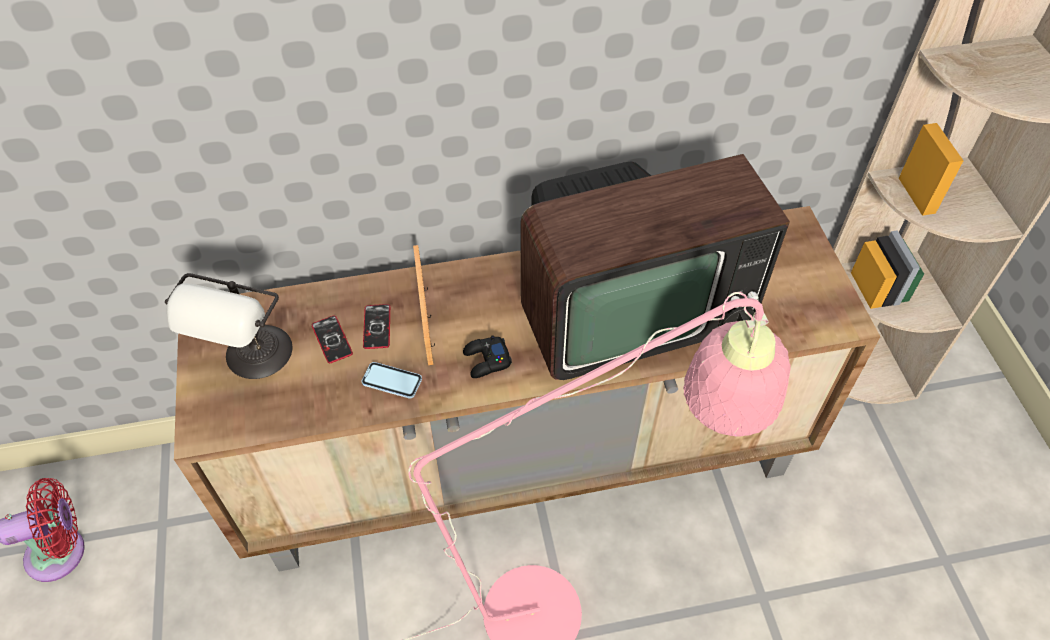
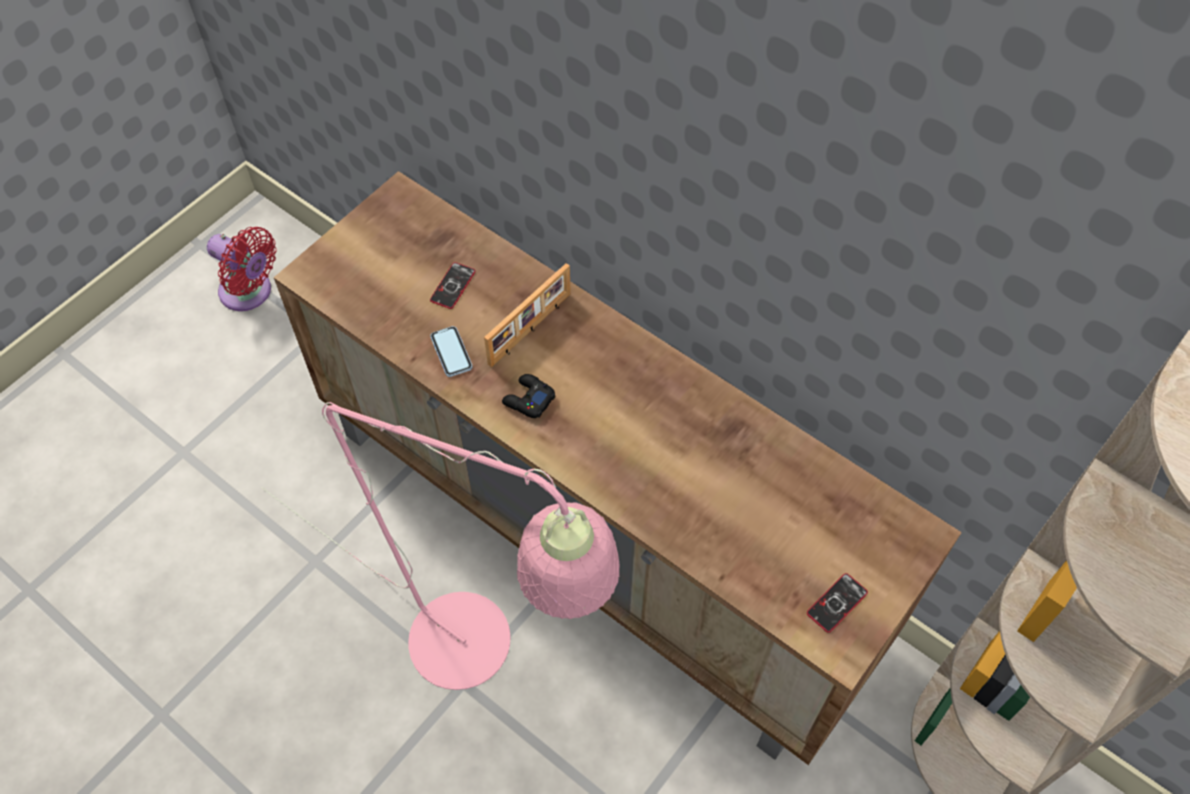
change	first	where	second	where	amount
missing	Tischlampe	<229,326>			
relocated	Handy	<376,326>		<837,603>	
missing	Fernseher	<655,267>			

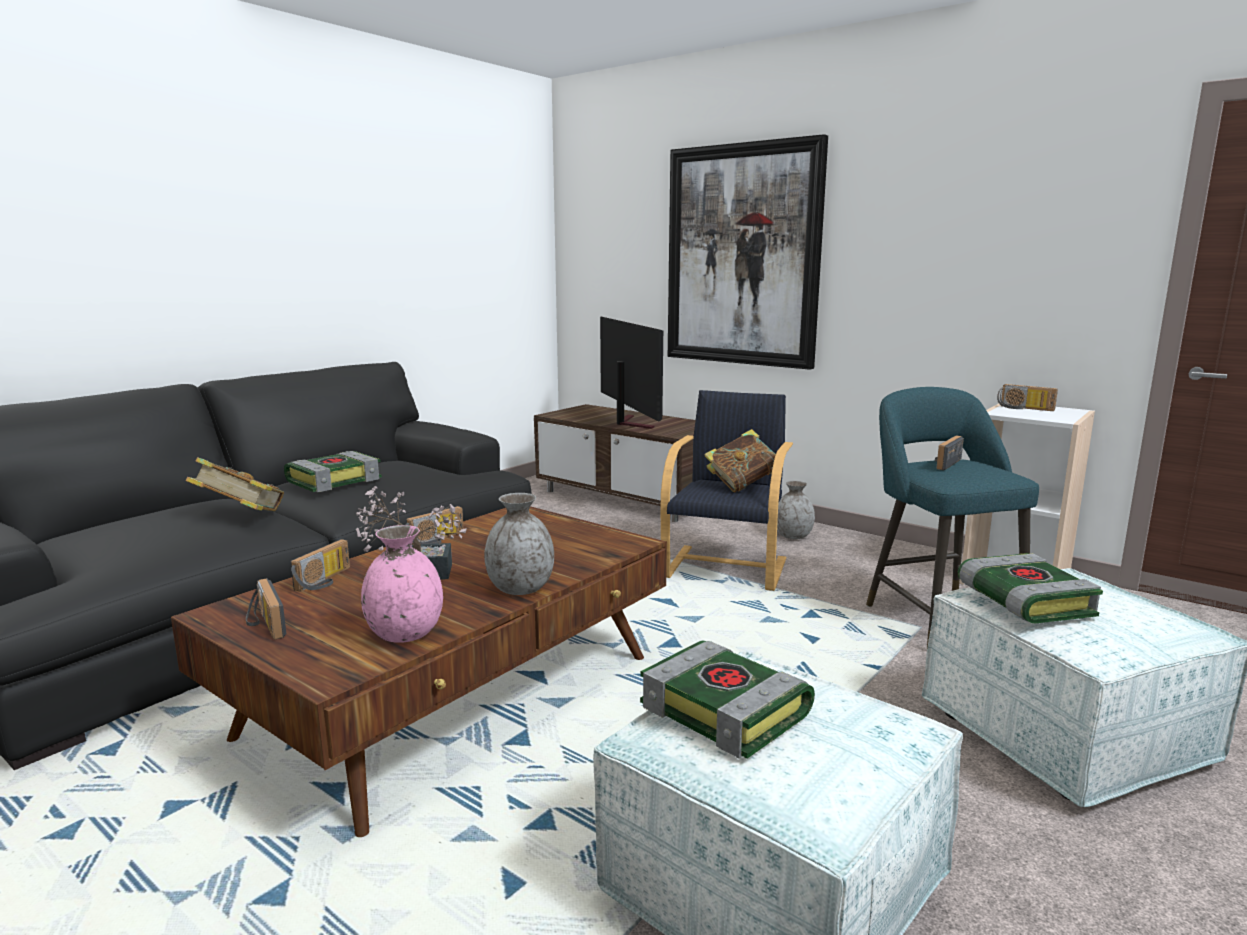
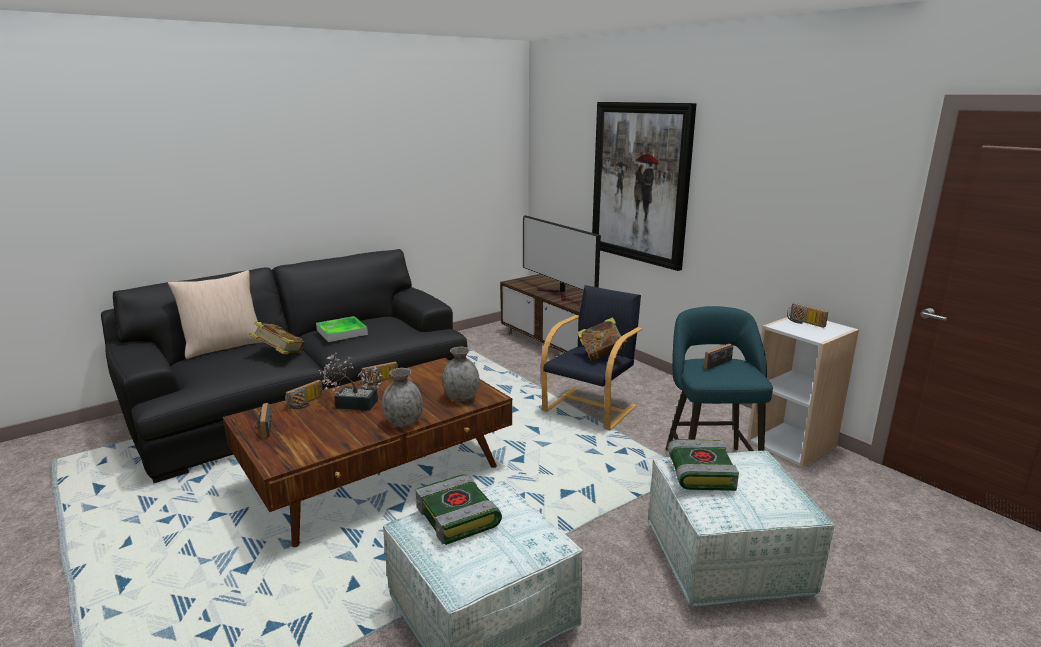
change	first	where	second	where	amount
exchanged	Buch	<333,472>	Tablett	<342,329>	
missing	Vase/rosa	<402,584>			
spun	Fernseher	<631,372>		<562,258>	150 degrees clockwise
relocated	Vase/grau	<796,510>		<461,374>	
appeared			Kissen/beige	<216,314>	

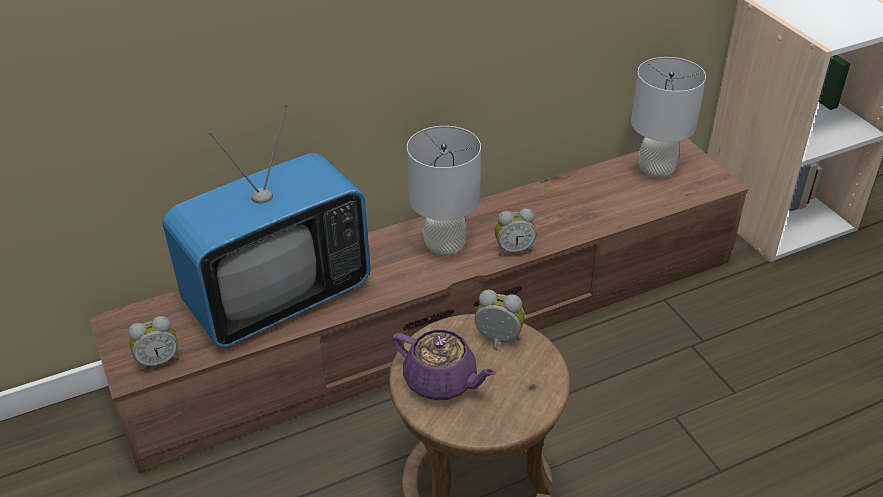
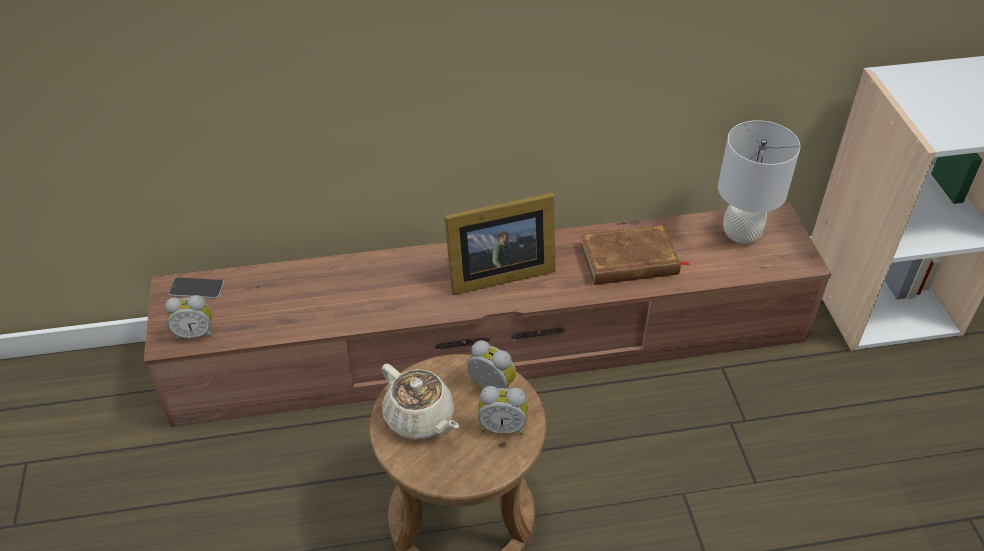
change	first	where	second	where	amount
missing	Fernseher	<266,226>			
colour	Teekanne/lila	<444,365>	Teekanne/beige	<420,402>	
exchanged	Tischlampe/grau	<444,191>	Bilderrahmen	<500,244>	
relocated	Wecker	<516,232>		<503,410>	
appeared			Handy	<196,288>	
appeared			Buch/braun	<635,255>	

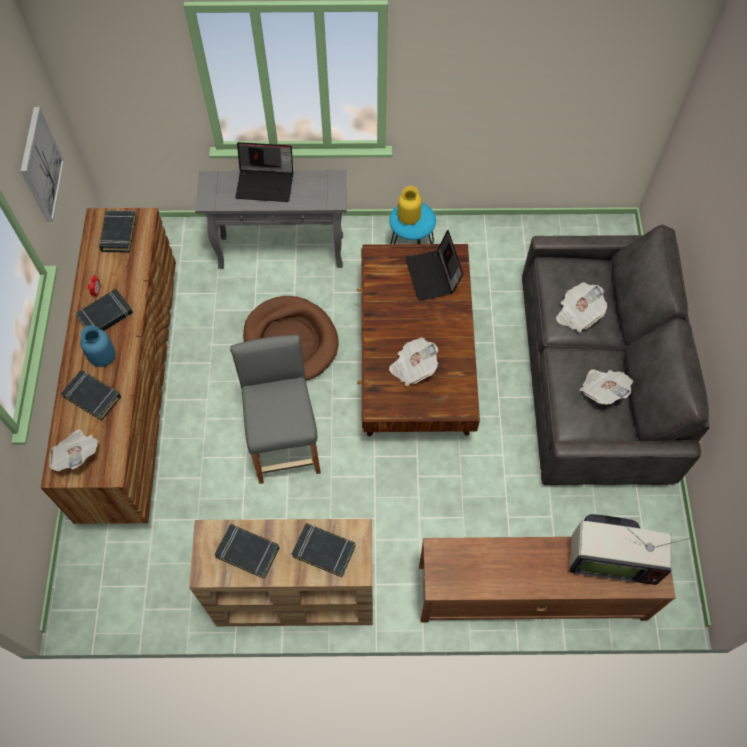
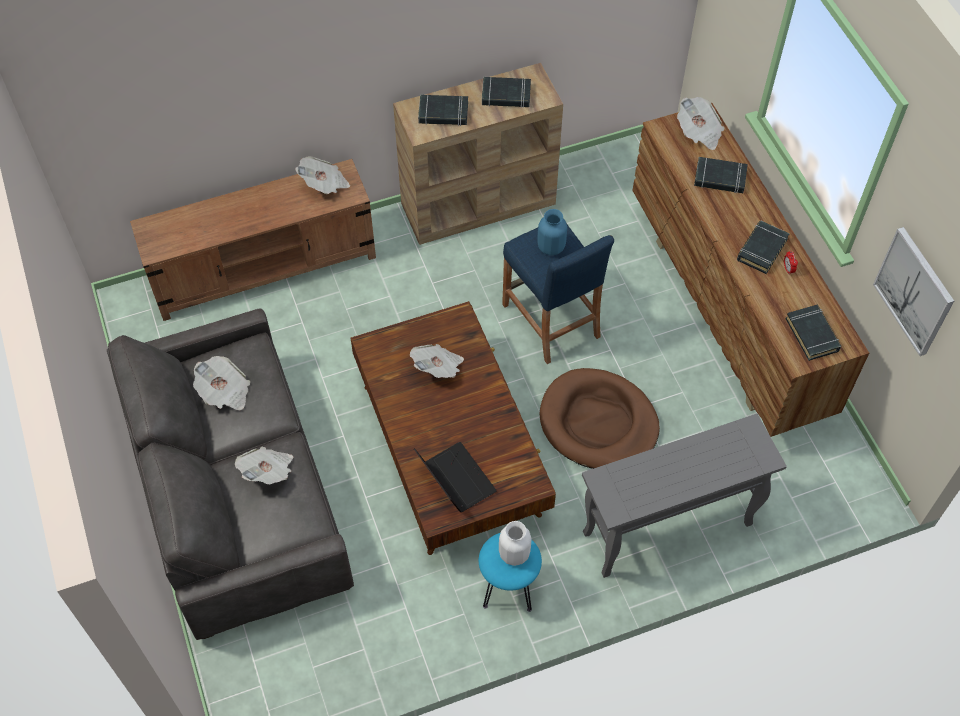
change	first	where	second	where	amount
relocated	Vase/blau	<98,346>		<552,232>	
colour	Hocker/grau	<275,409>	Hocker/blau	<558,293>	
missing	Laptop	<264,172>			
colour	Vase/gelb	<410,205>	Vase/weiß	<515,543>	
missing	Fernseher	<630,549>			
appeared			Zeitung	<322,175>	

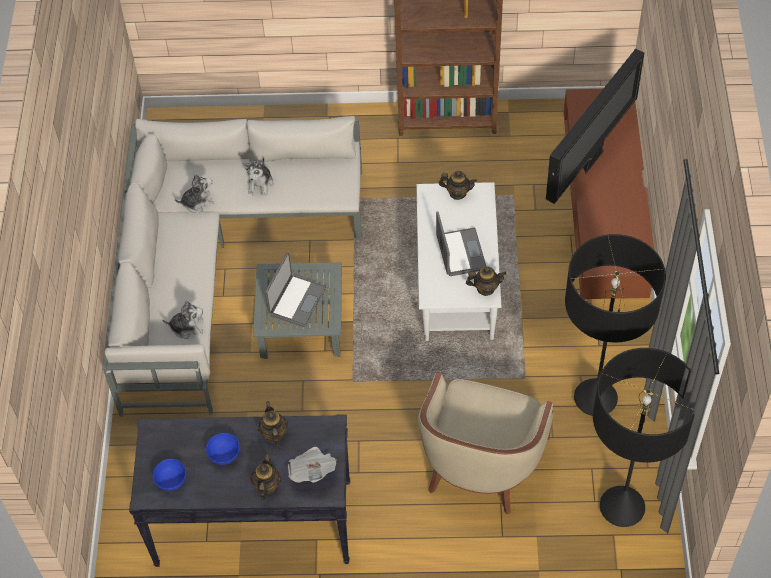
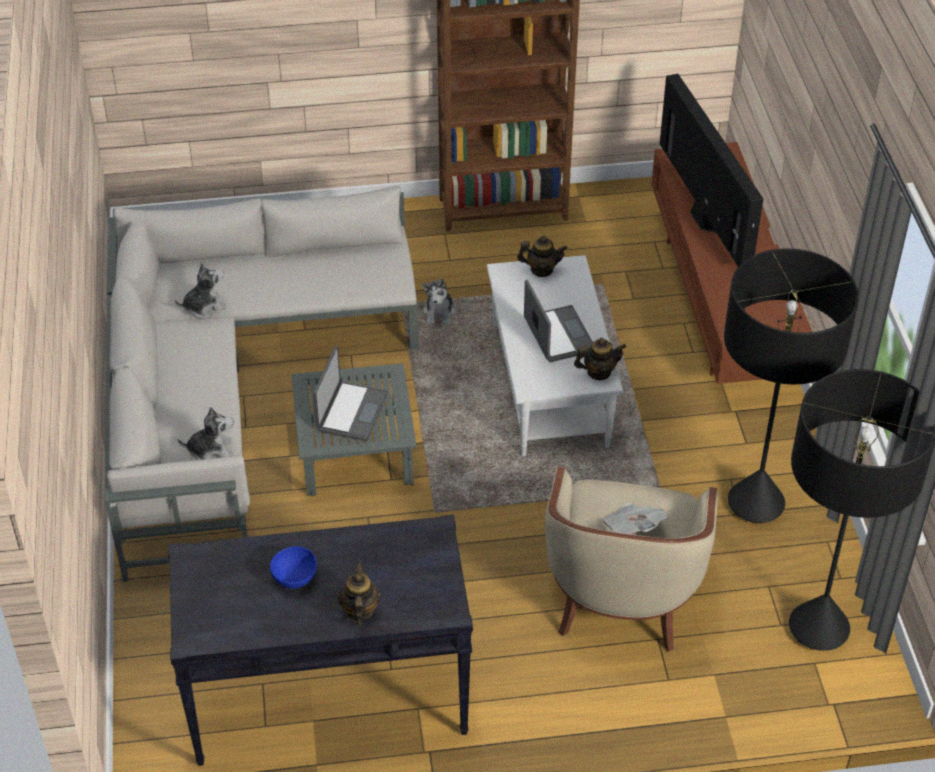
change	first	where	second	where	amount
missing	Schüssel/blau	<170,475>			
relocated	Plüschtier	<258,176>		<439,302>	
missing	Teekanne	<273,423>			
relocated	Zeitung	<312,465>		<634,518>	
spun	Fernseher	<595,126>		<711,170>	45 degrees counterclockwise

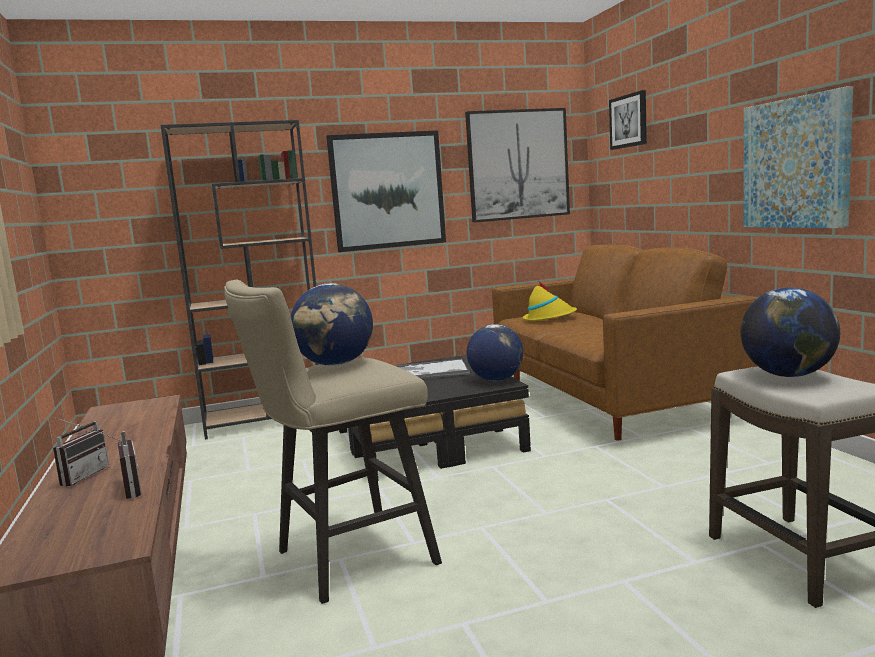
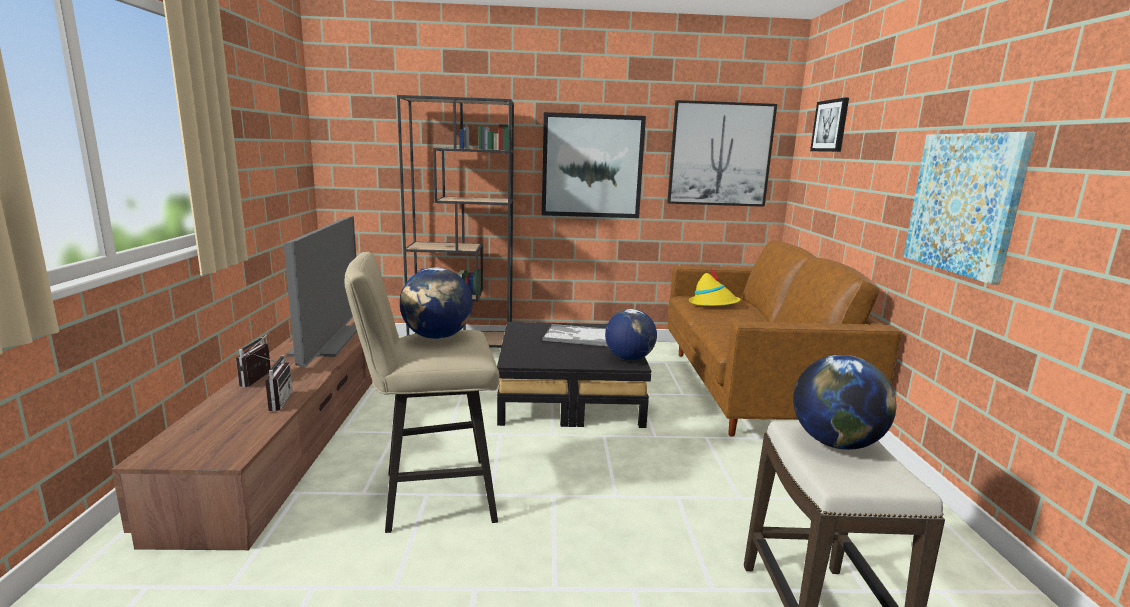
change	first	where	second	where	amount
spun	Radio	<81,452>		<253,360>	150 degrees clockwise
appeared			Fernseher	<320,292>	

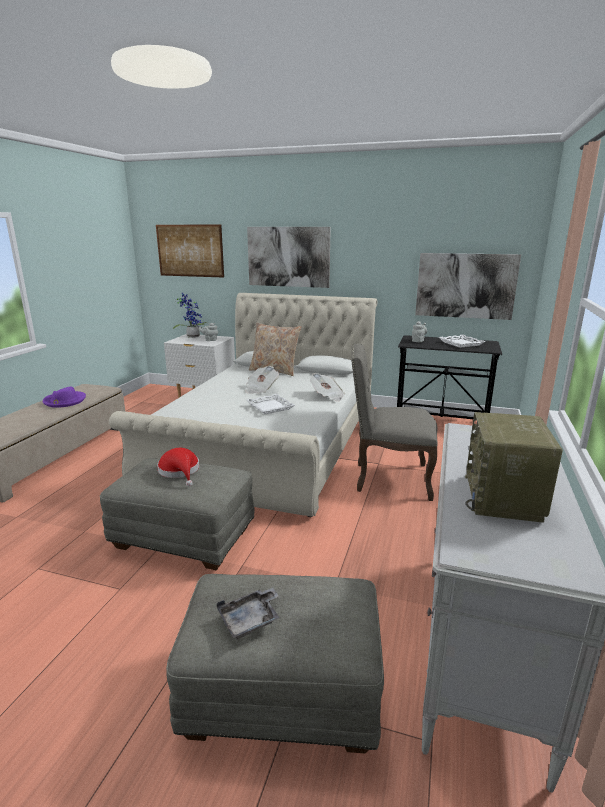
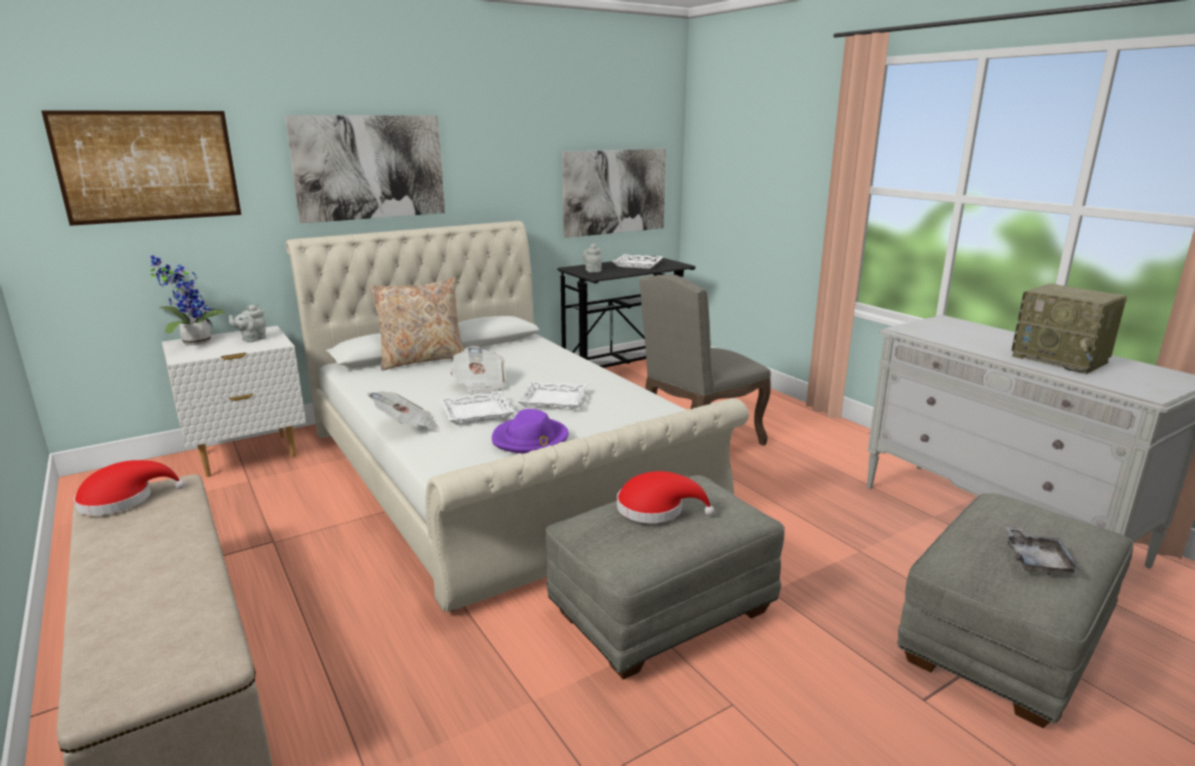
change	first	where	second	where	amount
relocated	Hut/lila	<64,397>		<530,431>	
relocated	Zeitung	<327,387>		<403,410>	
appeared			Hut/rot	<129,488>	
appeared			Tablett/weiß	<477,408>	

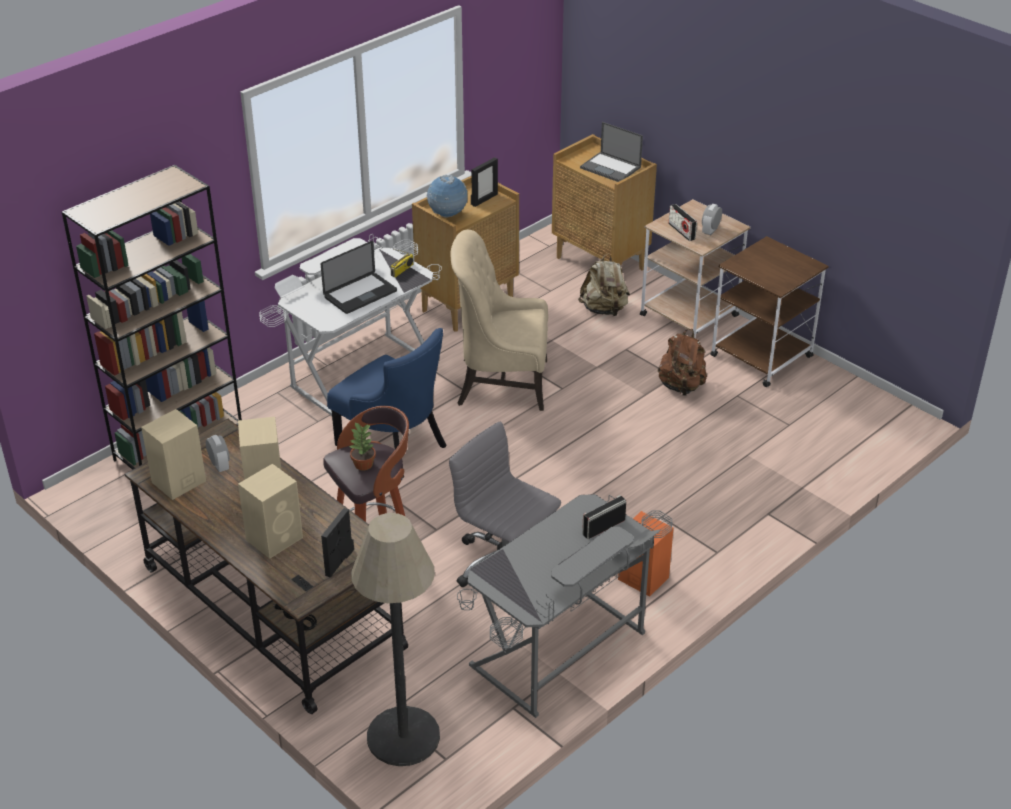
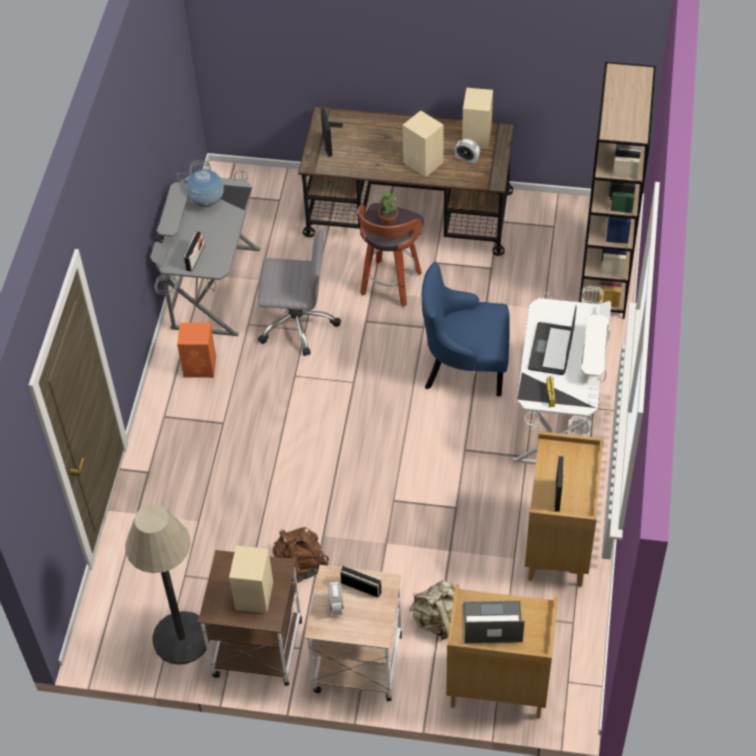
change	first	where	second	where	amount
relocated	Lautsprecher/beige	<270,511>		<251,579>	
relocated	Stehlampe	<395,639>		<167,584>	
relocated	Globus	<447,196>		<205,188>	
missing	Stuhl/beige	<499,320>			

